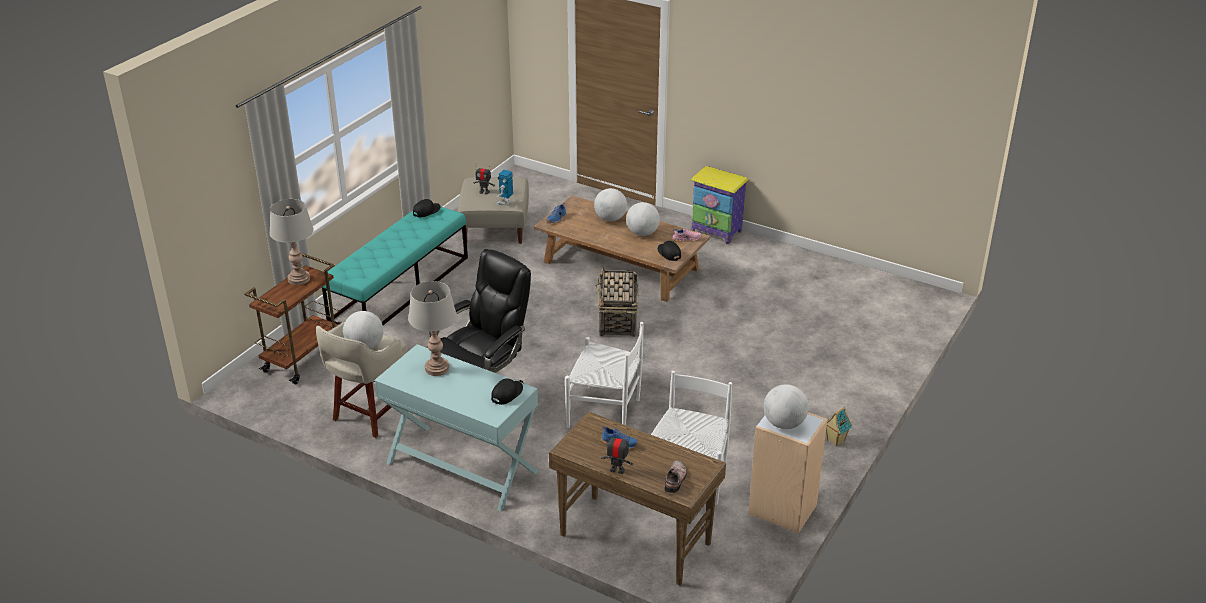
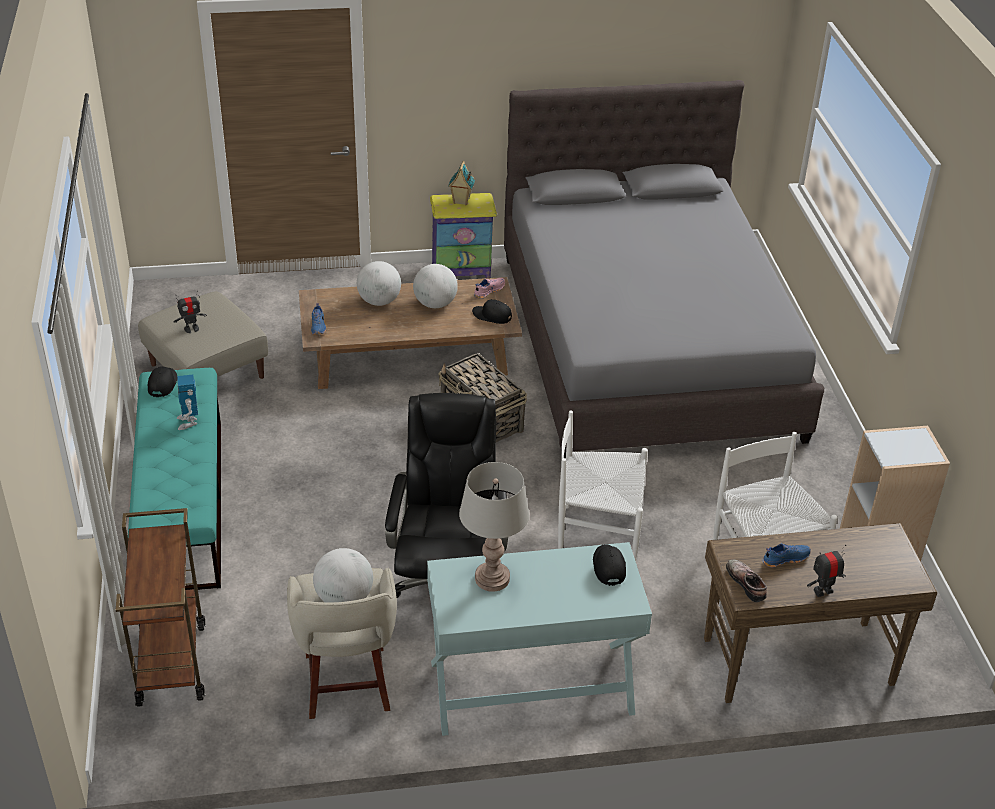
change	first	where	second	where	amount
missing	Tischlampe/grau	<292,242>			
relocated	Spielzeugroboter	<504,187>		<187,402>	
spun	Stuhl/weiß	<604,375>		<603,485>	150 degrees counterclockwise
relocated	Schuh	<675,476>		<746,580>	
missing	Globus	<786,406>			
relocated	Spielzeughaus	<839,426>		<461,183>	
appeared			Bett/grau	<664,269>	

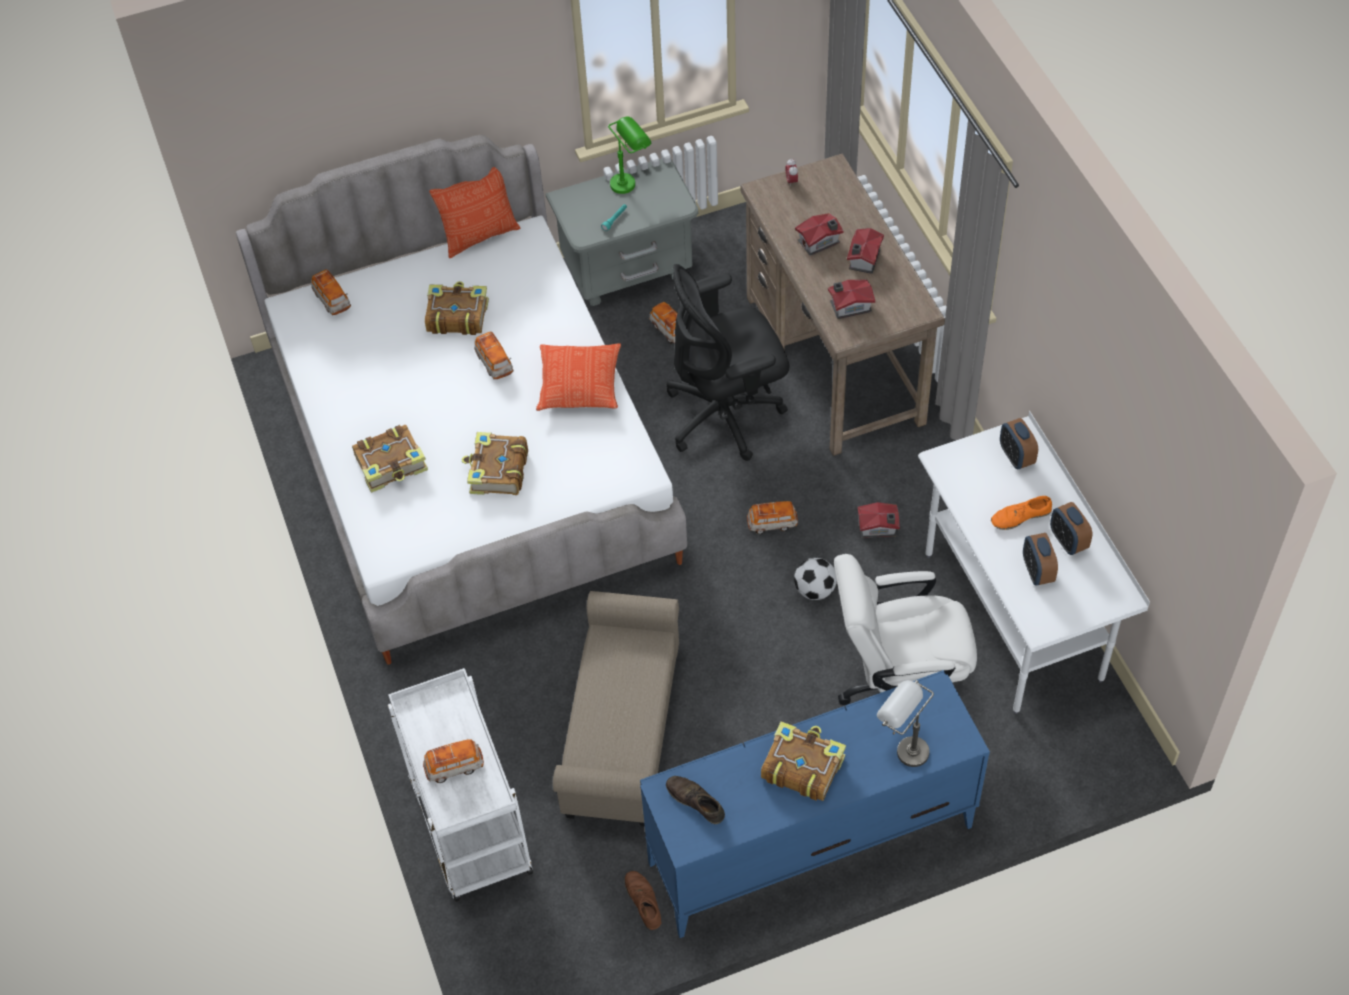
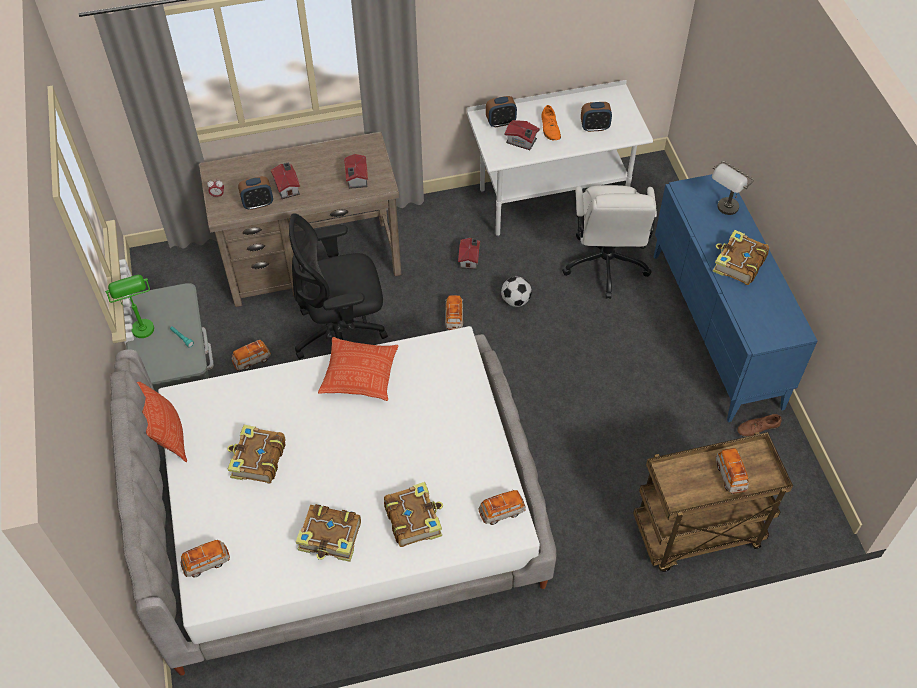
change	first	where	second	where	amount
colour	Rollwagen/weiß	<460,785>	Rollwagen/braun	<713,502>	
relocated	Buch	<494,463>		<328,533>	
relocated	Spielzeugauto	<494,355>		<502,507>	
missing	Polsterhocker/beige	<616,709>			
spun	Bürostuhl/schwarz	<727,362>		<338,286>	90 degrees clockwise
missing	Schuh/braun	<695,800>			
relocated	Spielzeughaus	<865,251>		<522,135>	
relocated	Wecker	<1071,528>		<255,193>	

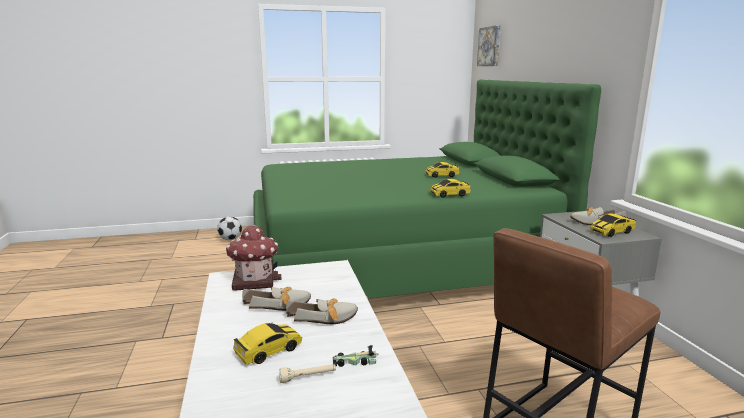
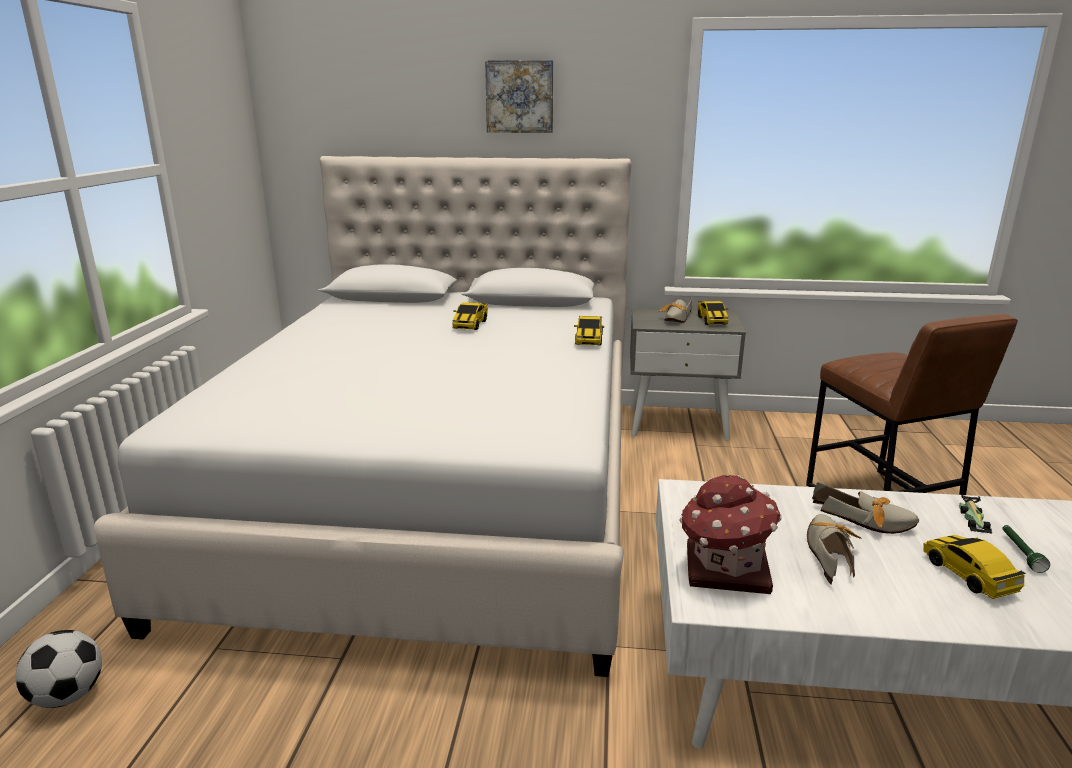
change	first	where	second	where	amount
colour	Bett/grün	<427,189>	Bett/weiß	<362,416>	
colour	Taschenlampe/beige	<307,373>	Taschenlampe/grün	<1026,549>	
spun	Schuh	<322,311>		<865,508>	105 degrees clockwise
relocated	Bild	<489,45>		<519,96>	

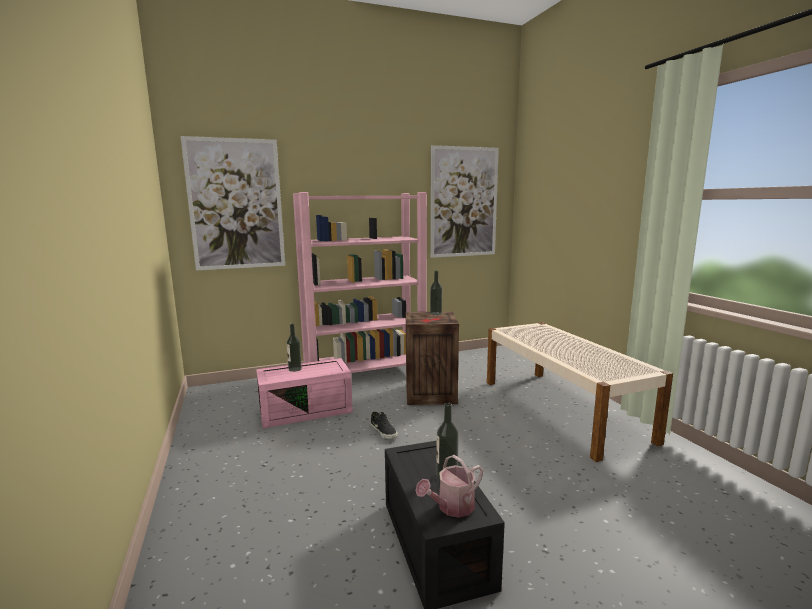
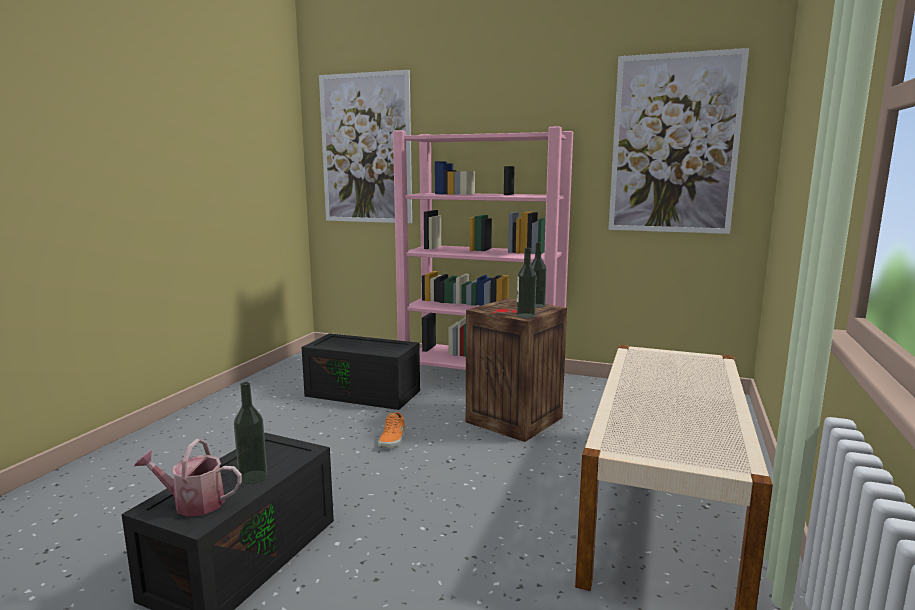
change	first	where	second	where	amount
colour	Aufbewahrungsbox/rosa	<304,393>	Aufbewahrungsbox/schwarz	<361,372>	
relocated	Flasche	<294,348>		<526,283>	
colour	Schuh/schwarz	<384,425>	Schuh/orange	<391,429>	

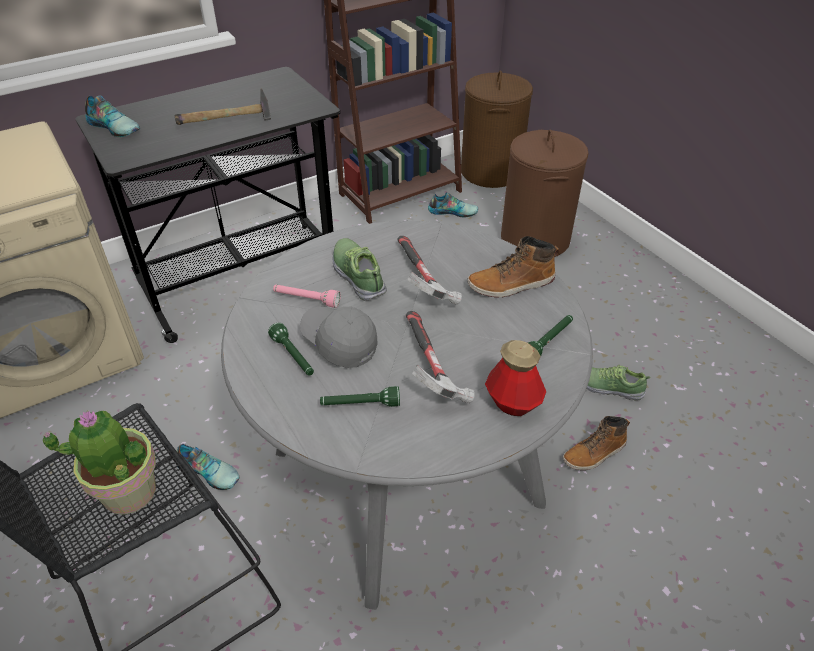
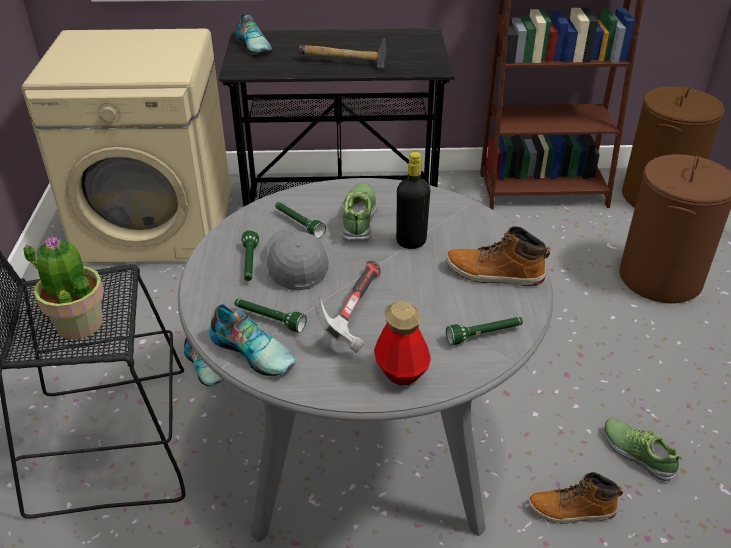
change	first	where	second	where	amount
colour	Taschenlampe/rosa	<307,296>	Taschenlampe/grün	<300,220>	
exchanged	Hammer	<429,270>	Flasche/schwarz	<413,200>	
relocated	Schuh	<453,205>		<252,340>	

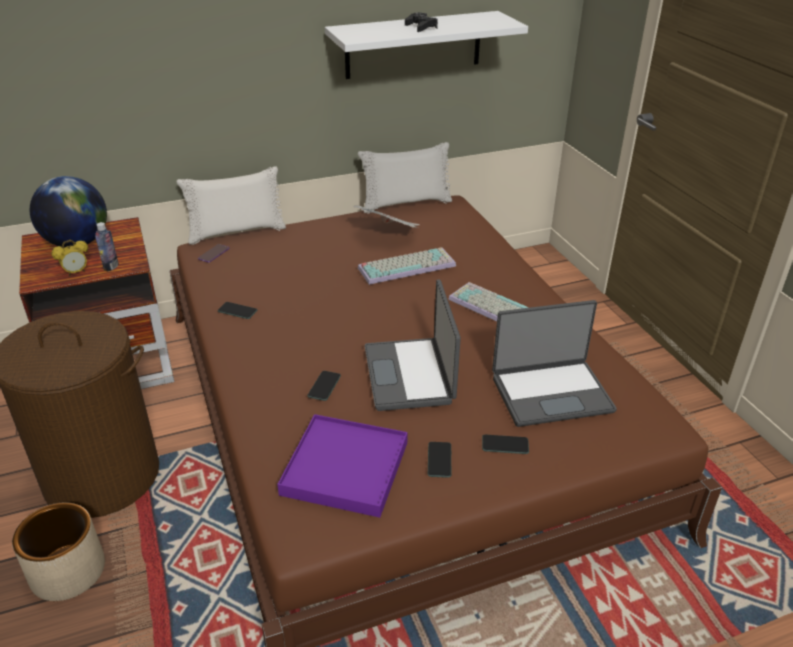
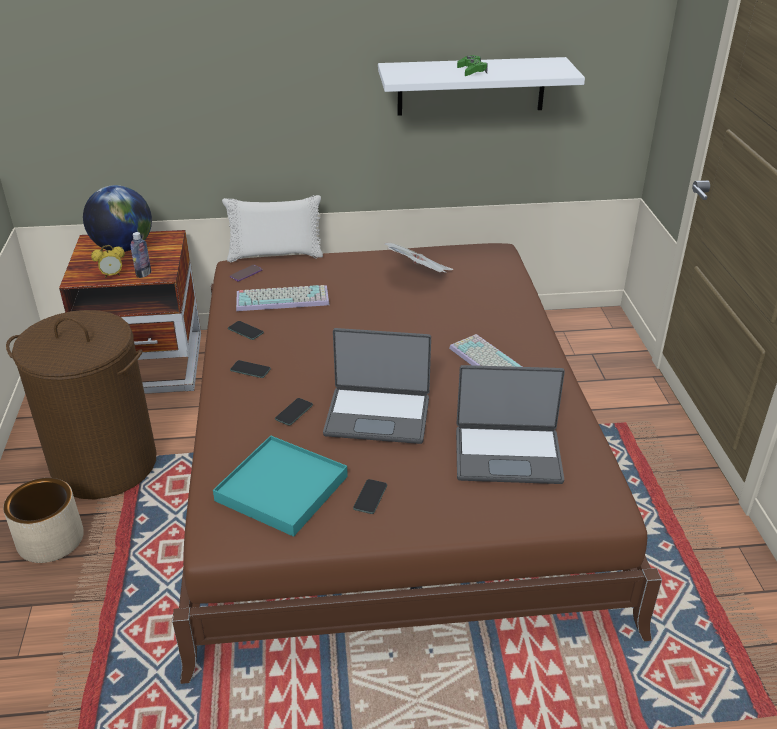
change	first	where	second	where	amount
colour	Tablett/lila	<342,466>	Tablett/türkis	<280,486>	
missing	Kissen/weiß	<405,178>			
relocated	Tastatur	<407,266>		<282,298>	
spun	Laptop	<412,345>		<377,386>	90 degrees counterclockwise
colour	Gamepad/schwarz	<421,22>	Gamepad/grün	<472,65>	
relocated	Handy	<505,444>		<250,369>	

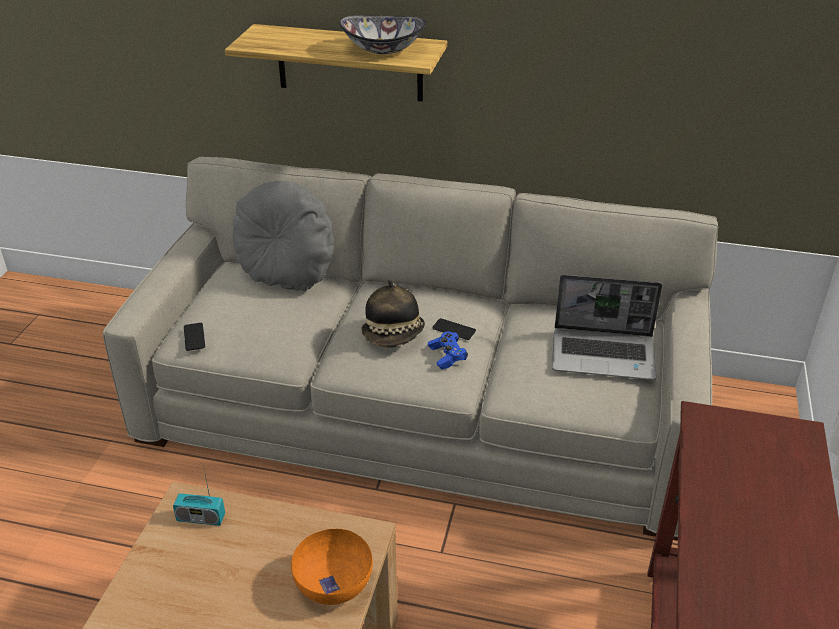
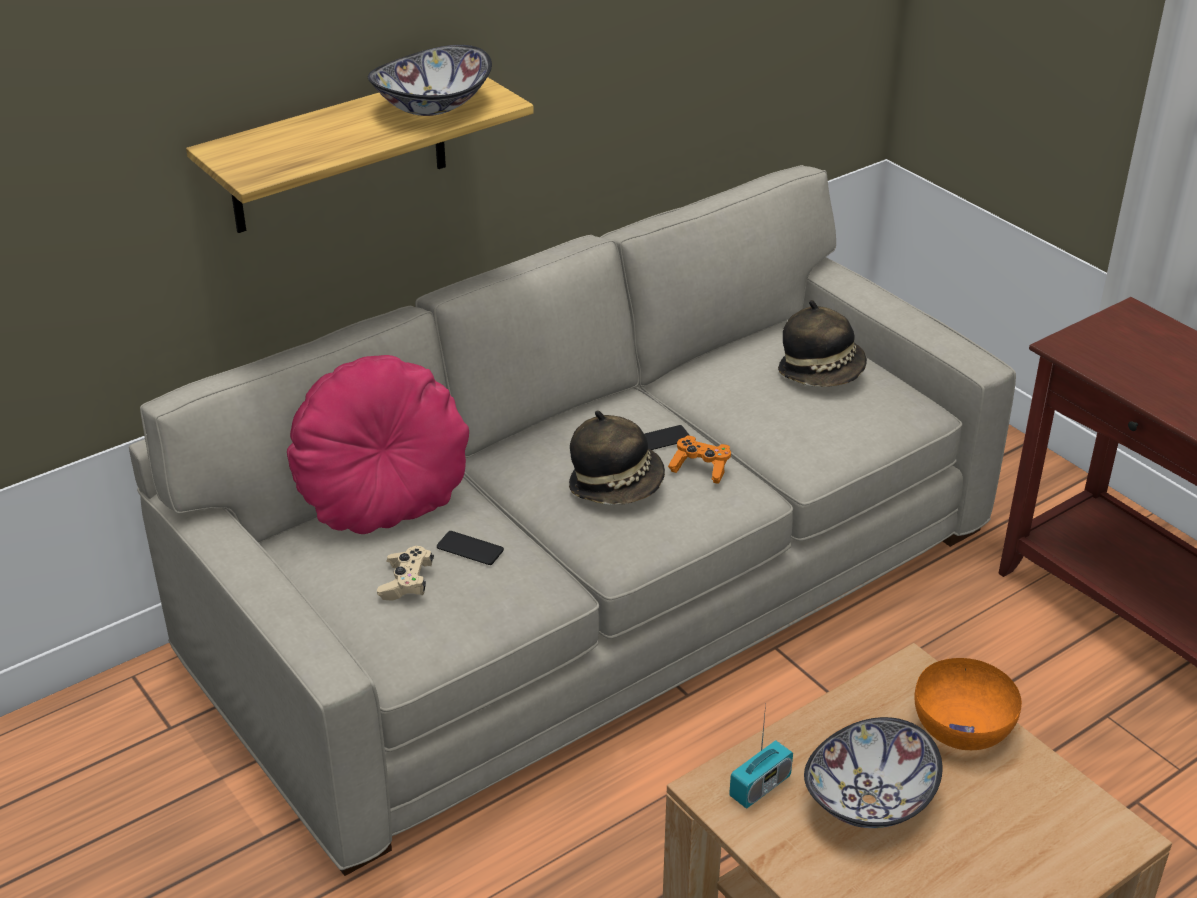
change	first	where	second	where	amount
relocated	Handy	<194,337>		<470,548>	
colour	Kissen/grau	<283,236>	Kissen/rosa	<378,444>	
colour	Gamepad/blau	<448,350>	Gamepad/orange	<699,459>	
exchanged	Laptop	<607,327>	Hut	<822,343>	
appeared			Gamepad/beige	<405,573>	
appeared			Schüssel	<873,772>	

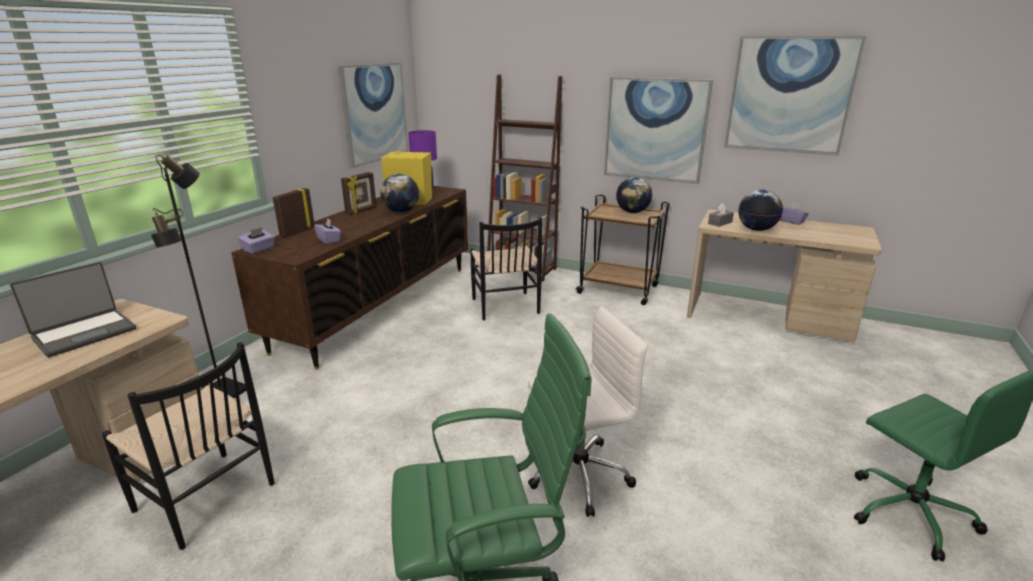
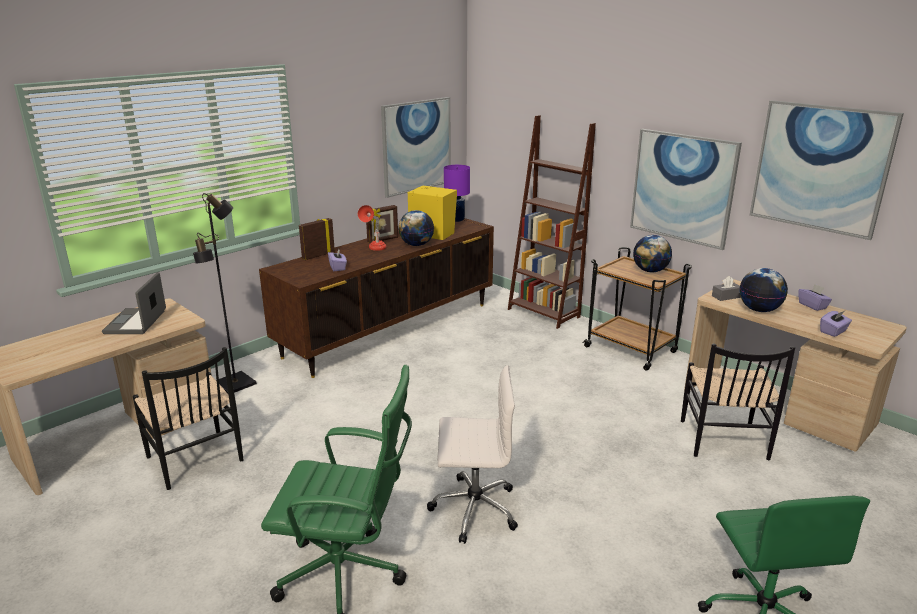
change	first	where	second	where	amount
spun	Laptop	<73,309>		<134,303>	120 degrees clockwise
relocated	Taschentuchbox/lila	<256,240>		<836,324>	
relocated	Stuhl/schwarz	<506,268>		<738,401>	
appeared			Tischlampe/rot	<372,228>	

